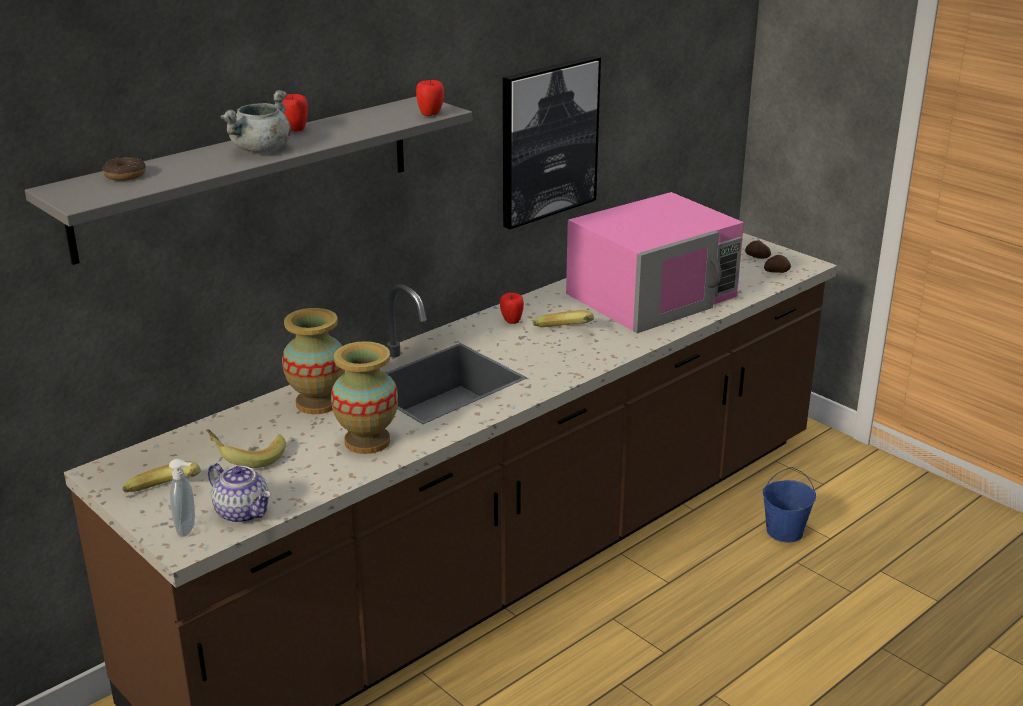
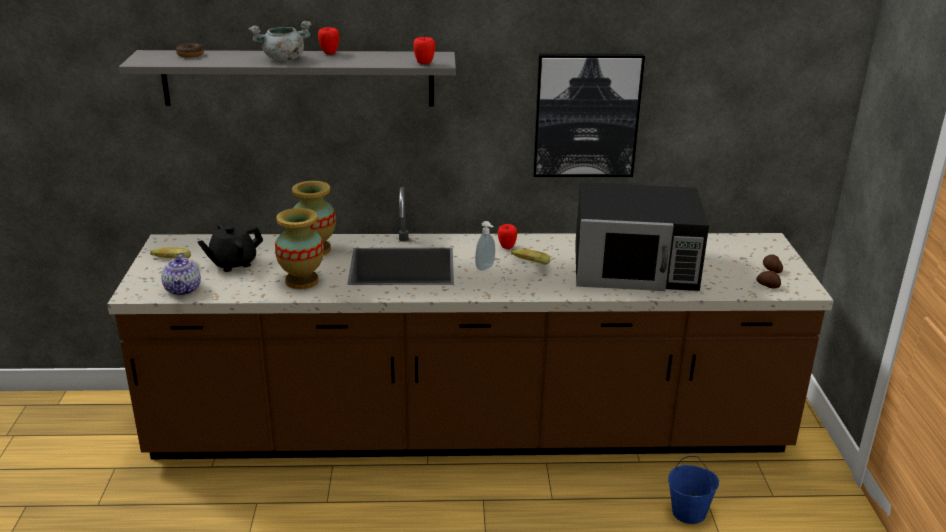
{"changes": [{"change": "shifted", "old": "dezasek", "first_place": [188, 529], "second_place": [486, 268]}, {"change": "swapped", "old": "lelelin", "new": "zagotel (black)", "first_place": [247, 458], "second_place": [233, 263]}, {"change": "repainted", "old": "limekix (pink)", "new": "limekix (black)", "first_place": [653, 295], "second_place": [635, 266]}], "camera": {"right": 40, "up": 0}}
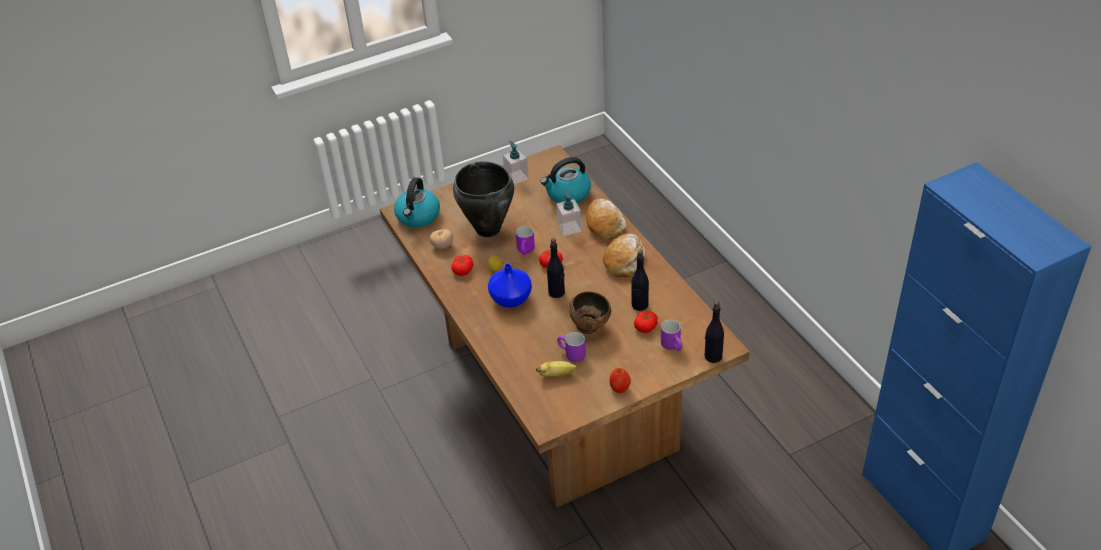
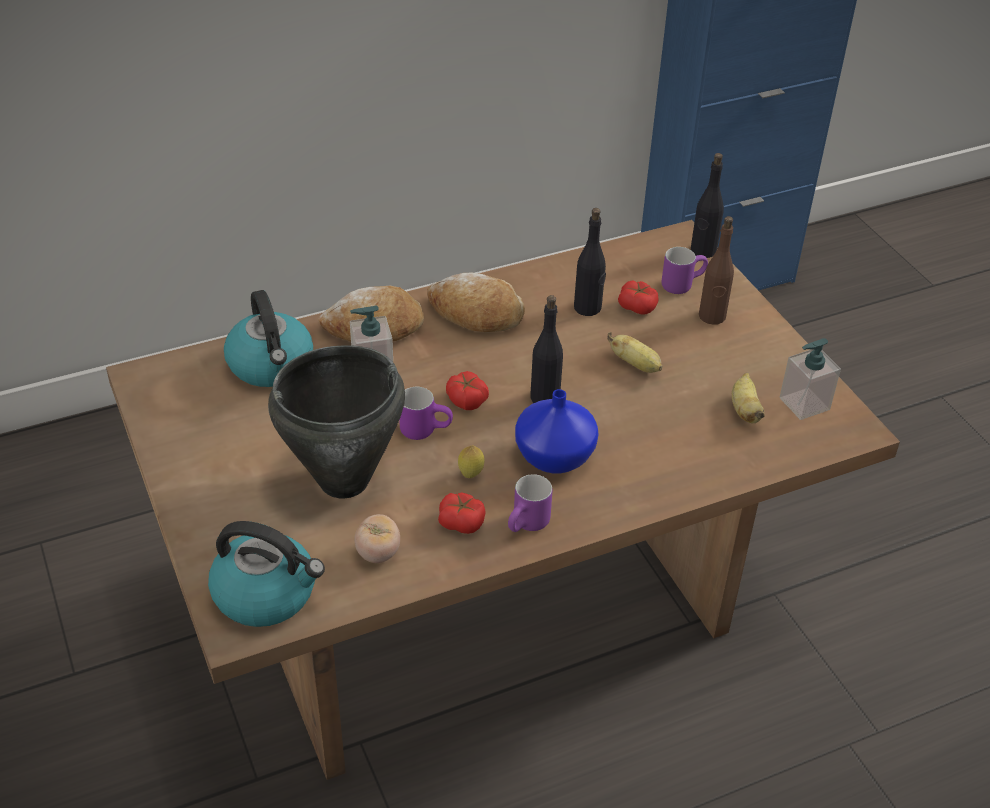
{"changes": [{"change": "gone", "old": "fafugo", "first_place": [619, 388]}, {"change": "new", "new": "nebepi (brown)", "second_place": [712, 316]}, {"change": "shifted", "old": "dezasek", "first_place": [516, 177], "second_place": [804, 404]}, {"change": "shifted", "old": "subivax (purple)", "first_place": [571, 355], "second_place": [528, 526]}, {"change": "swapped", "old": "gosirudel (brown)", "new": "lelelin", "first_place": [590, 327], "second_place": [636, 365]}], "camera": {"right": -90, "up": 0}}
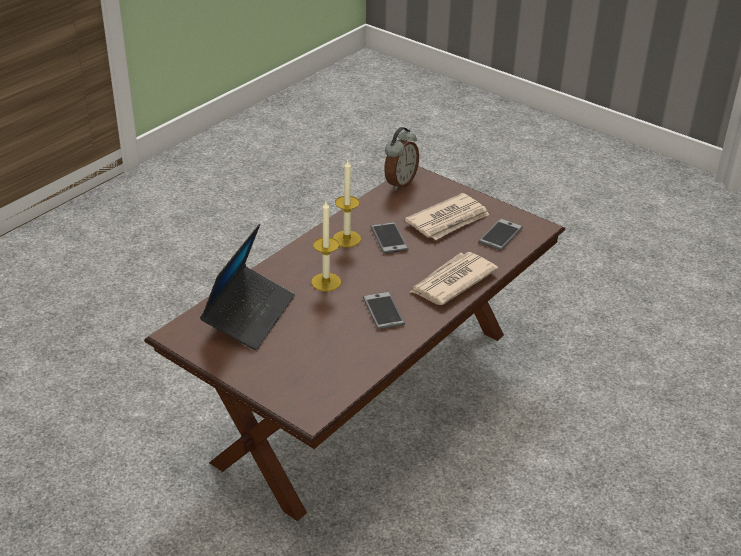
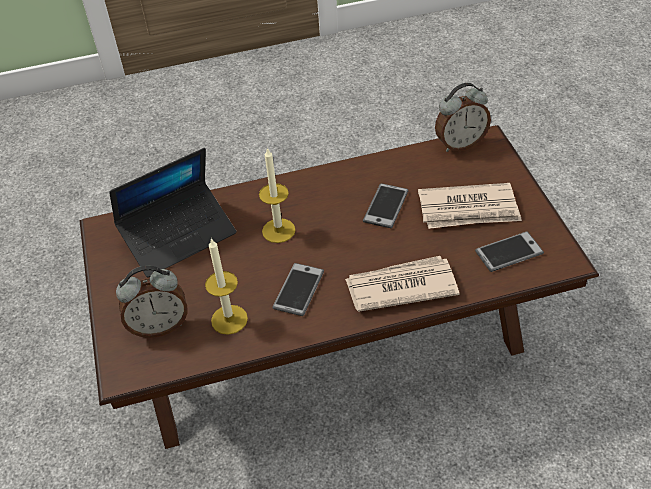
{"changes": [{"change": "new", "new": "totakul", "second_place": [159, 326]}, {"change": "shifted", "old": "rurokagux", "first_place": [347, 239], "second_place": [229, 319]}], "camera": {"right": 40, "up": 10}}
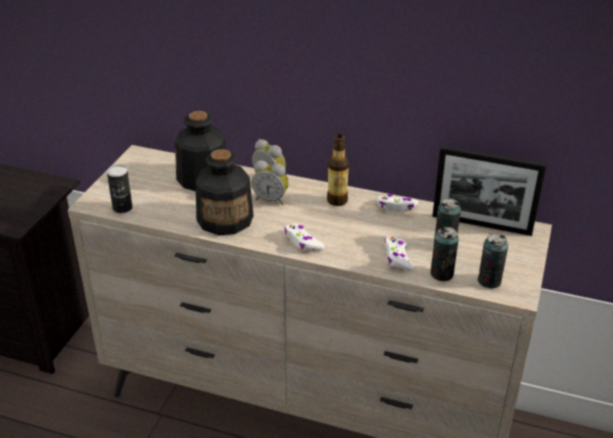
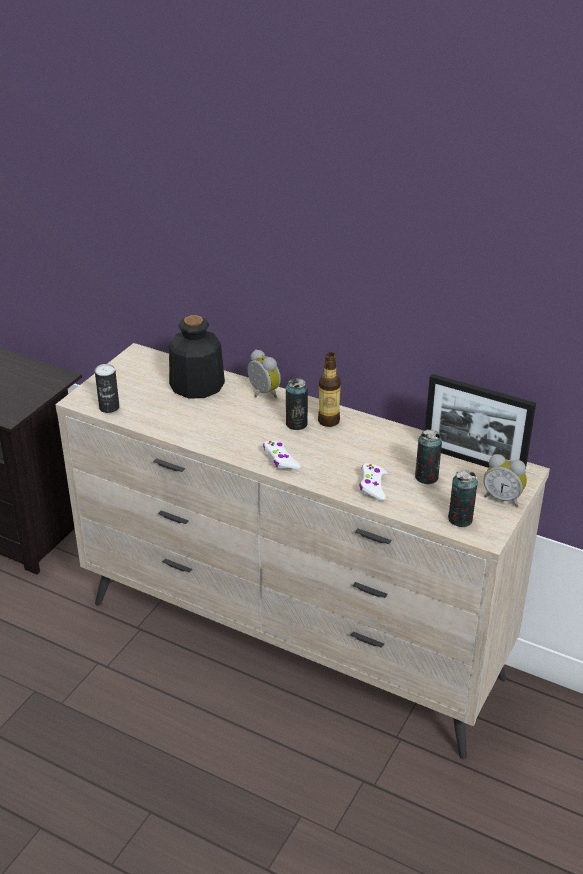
{"changes": [{"change": "gone", "old": "nebepi", "first_place": [225, 219]}, {"change": "gone", "old": "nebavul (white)", "first_place": [396, 207]}, {"change": "shifted", "old": "totakul", "first_place": [271, 199], "second_place": [503, 498]}, {"change": "shifted", "old": "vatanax", "first_place": [441, 274], "second_place": [296, 424]}], "camera": {"right": 10, "up": 0}}
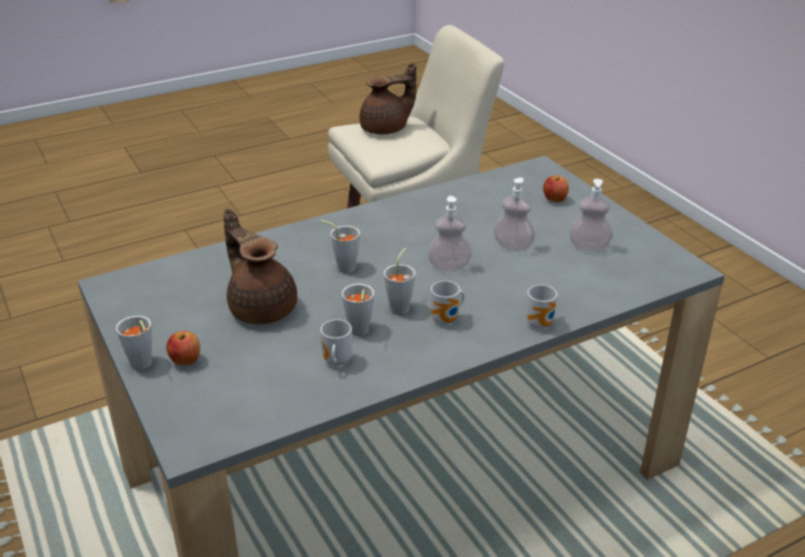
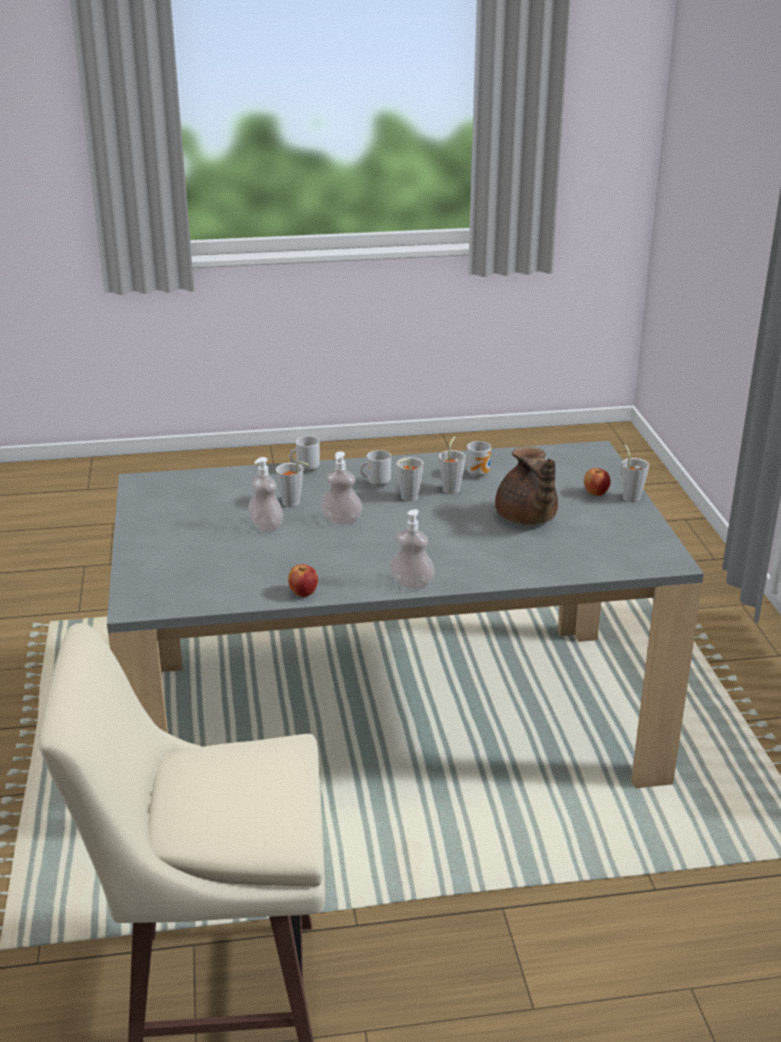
{"changes": [{"change": "gone", "old": "zagotel (brown)", "first_place": [386, 129]}, {"change": "shifted", "old": "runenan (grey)", "first_place": [342, 267], "second_place": [294, 504]}, {"change": "shifted", "old": "fafugo", "first_place": [554, 200], "second_place": [303, 593]}, {"change": "shifted", "old": "dezasek", "first_place": [589, 246], "second_place": [412, 584]}], "camera": {"right": -160, "up": -5}}
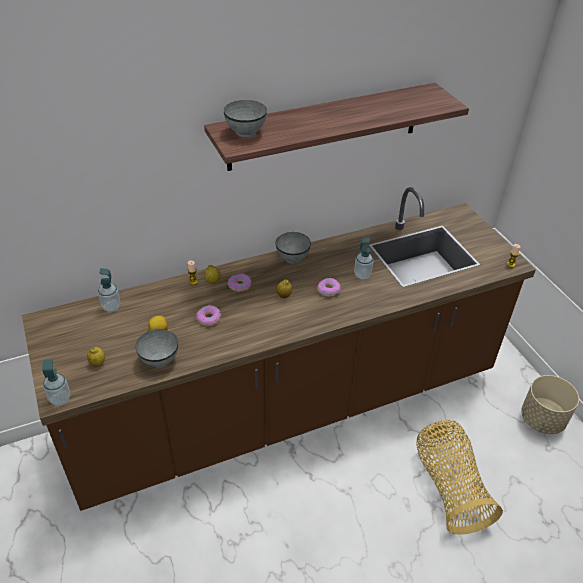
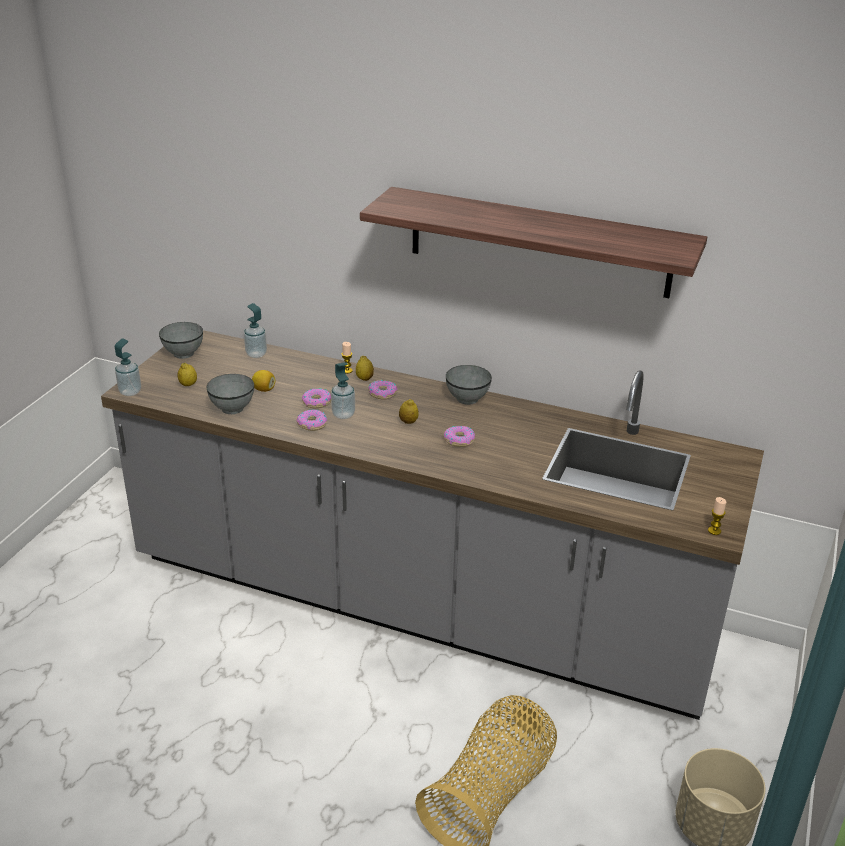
{"changes": [{"change": "new", "new": "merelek", "second_place": [312, 424]}, {"change": "shifted", "old": "gosirudel (grey)", "first_place": [246, 132], "second_place": [184, 353]}, {"change": "shifted", "old": "dezasek", "first_place": [362, 275], "second_place": [343, 414]}, {"change": "repainted", "old": "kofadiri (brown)", "new": "kofadiri (grey)", "first_place": [288, 407], "second_place": [418, 604]}], "camera": {"right": 45, "up": -10}}
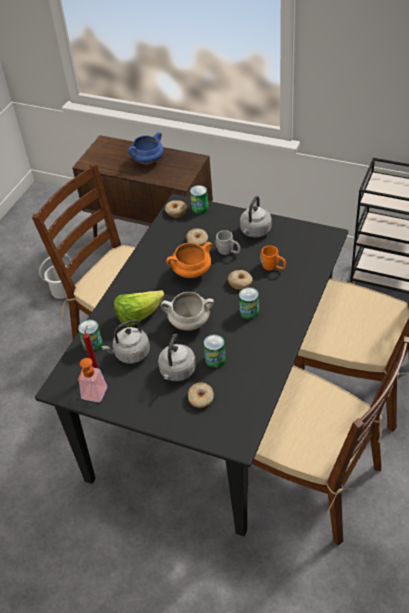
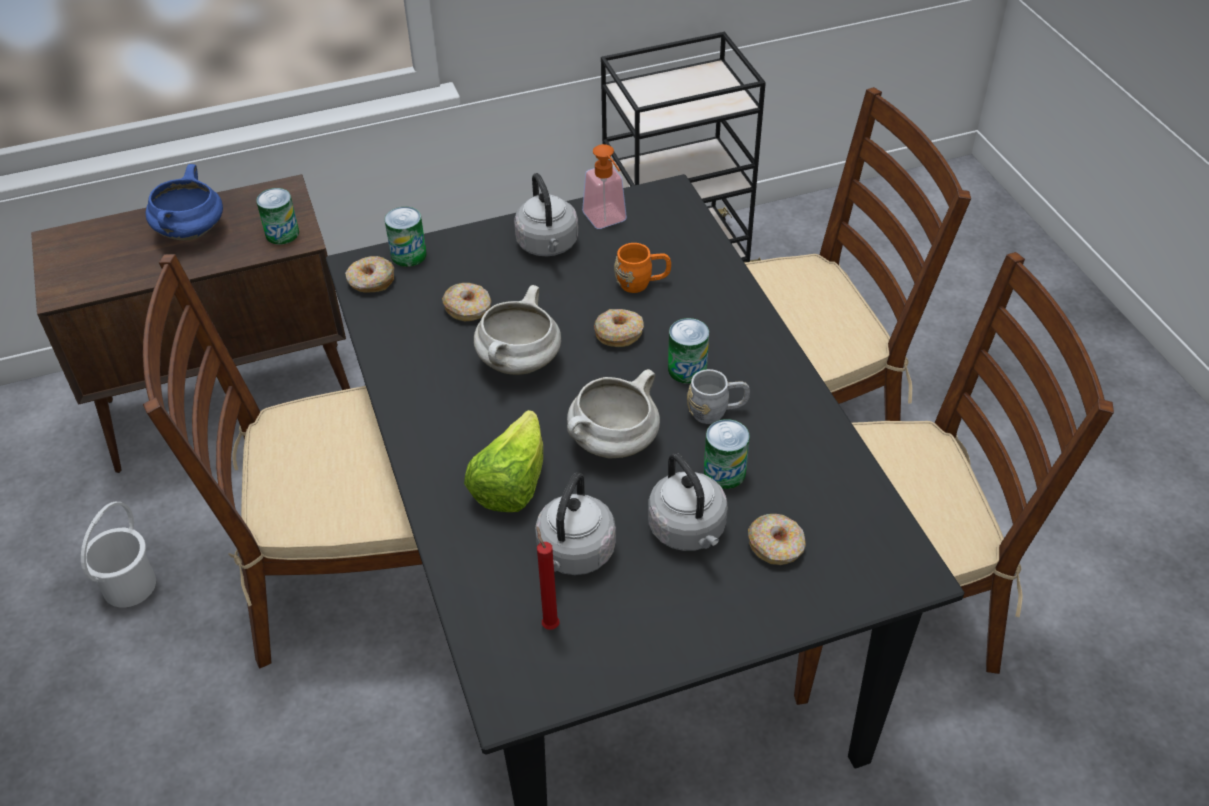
{"changes": [{"change": "shifted", "old": "vatanax", "first_place": [92, 344], "second_place": [282, 233]}, {"change": "shifted", "old": "dezasek", "first_place": [92, 397], "second_place": [608, 221]}, {"change": "shifted", "old": "subivax (grey)", "first_place": [228, 251], "second_place": [717, 412]}, {"change": "repainted", "old": "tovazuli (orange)", "new": "tovazuli (white)", "first_place": [191, 273], "second_place": [519, 363]}], "camera": {"right": -45, "up": 0}}
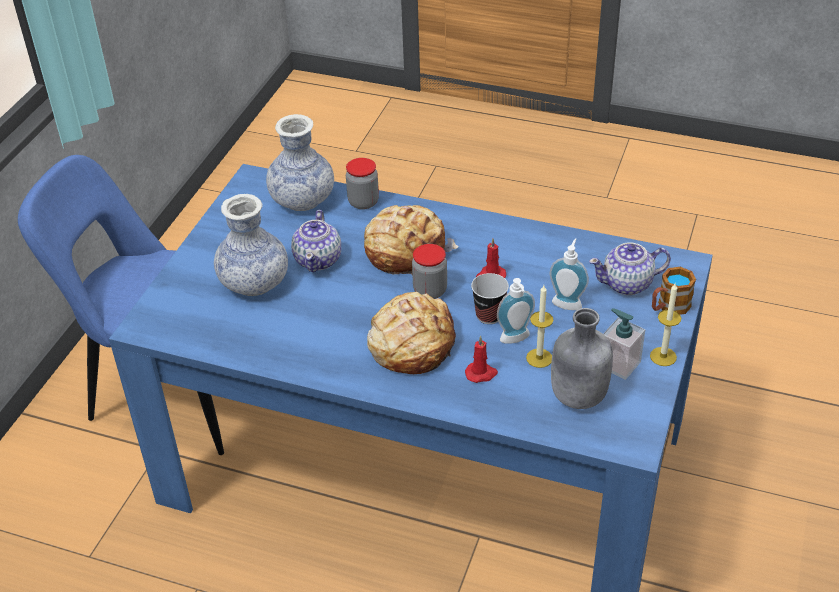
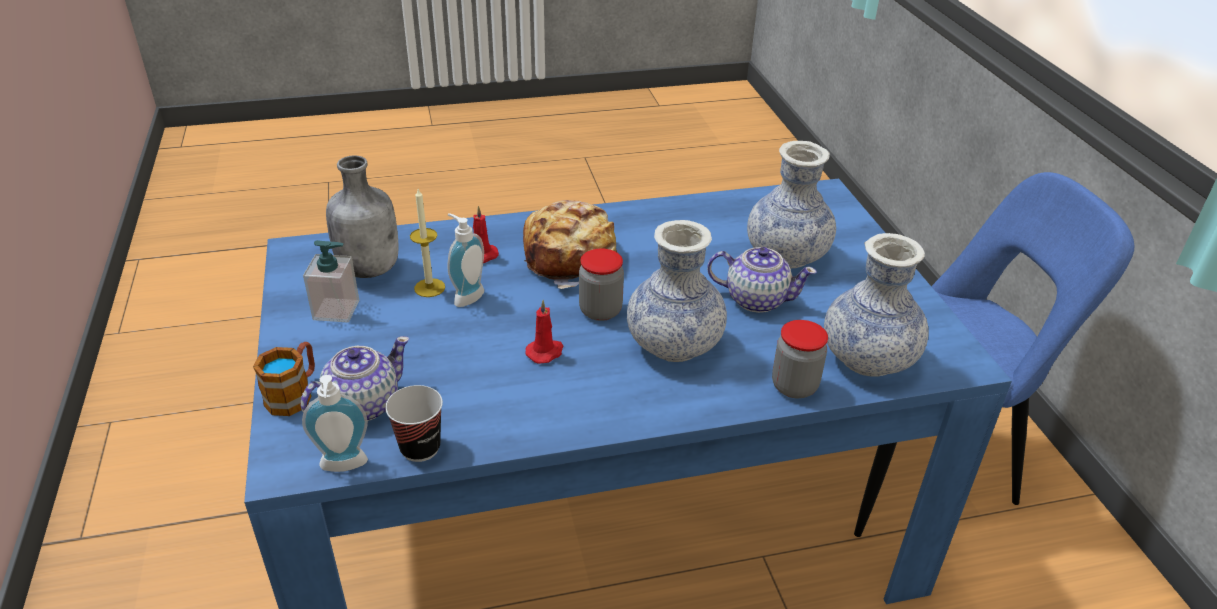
{"changes": [{"change": "gone", "old": "rurokagux", "first_place": [663, 356]}, {"change": "shifted", "old": "runenan", "first_place": [489, 315], "second_place": [420, 448]}, {"change": "shifted", "old": "dezasek", "first_place": [567, 302], "second_place": [343, 467]}, {"change": "swapped", "old": "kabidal", "new": "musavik", "first_place": [405, 250], "second_place": [674, 345]}, {"change": "rotated", "old": "zagotel", "first_place": [318, 259], "second_place": [755, 299], "degrees": 135}], "camera": {"right": 145, "up": -5}}
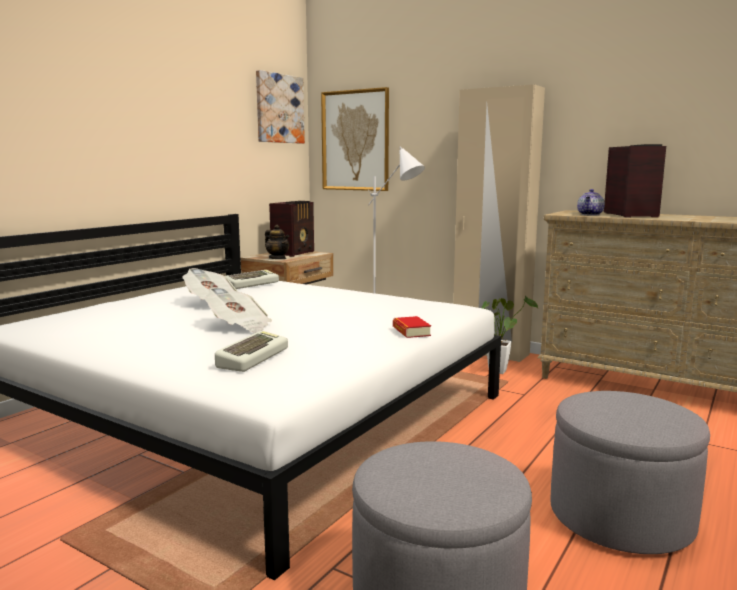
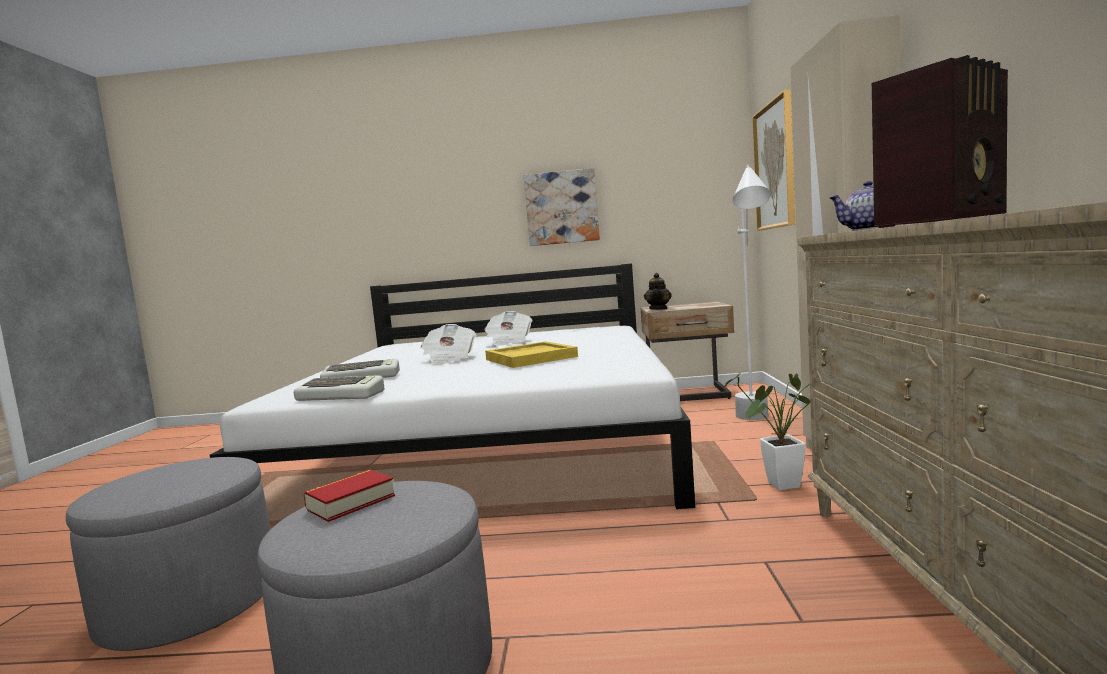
{"changes": [{"change": "gone", "old": "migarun", "first_place": [294, 253]}, {"change": "new", "new": "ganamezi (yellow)", "second_place": [531, 358]}, {"change": "shifted", "old": "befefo", "first_place": [251, 284], "second_place": [342, 395]}, {"change": "shifted", "old": "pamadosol", "first_place": [279, 108], "second_place": [561, 207]}, {"change": "shifted", "old": "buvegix", "first_place": [411, 331], "second_place": [351, 502]}], "camera": {"right": 60, "up": -5}}
